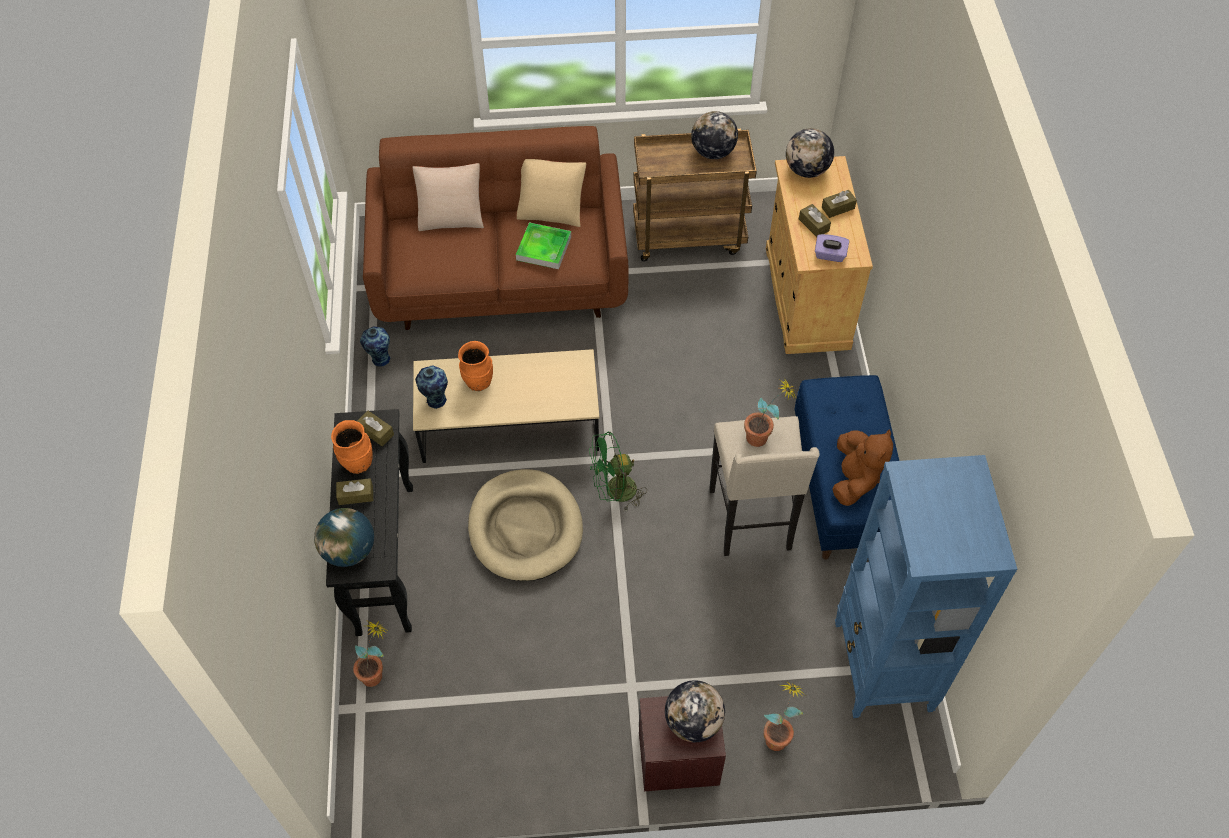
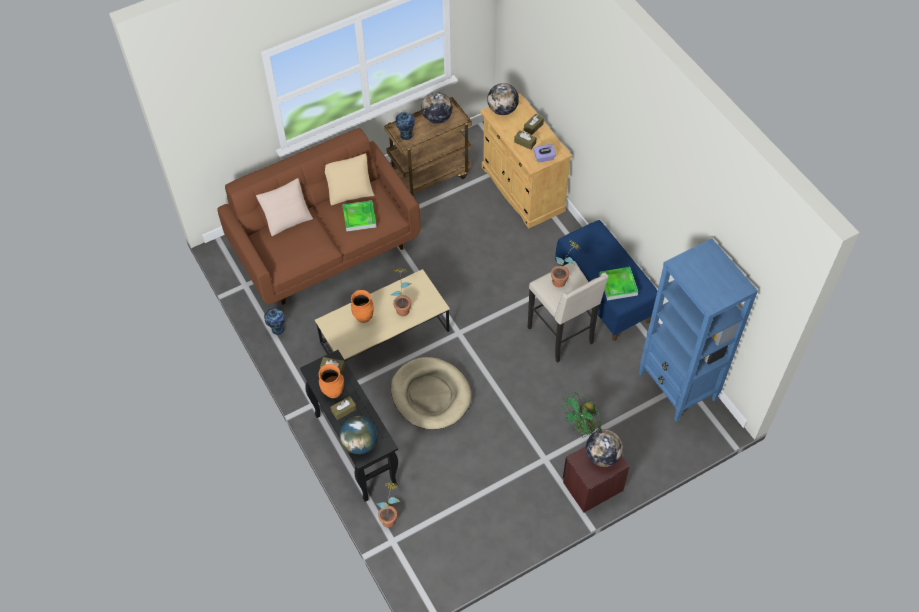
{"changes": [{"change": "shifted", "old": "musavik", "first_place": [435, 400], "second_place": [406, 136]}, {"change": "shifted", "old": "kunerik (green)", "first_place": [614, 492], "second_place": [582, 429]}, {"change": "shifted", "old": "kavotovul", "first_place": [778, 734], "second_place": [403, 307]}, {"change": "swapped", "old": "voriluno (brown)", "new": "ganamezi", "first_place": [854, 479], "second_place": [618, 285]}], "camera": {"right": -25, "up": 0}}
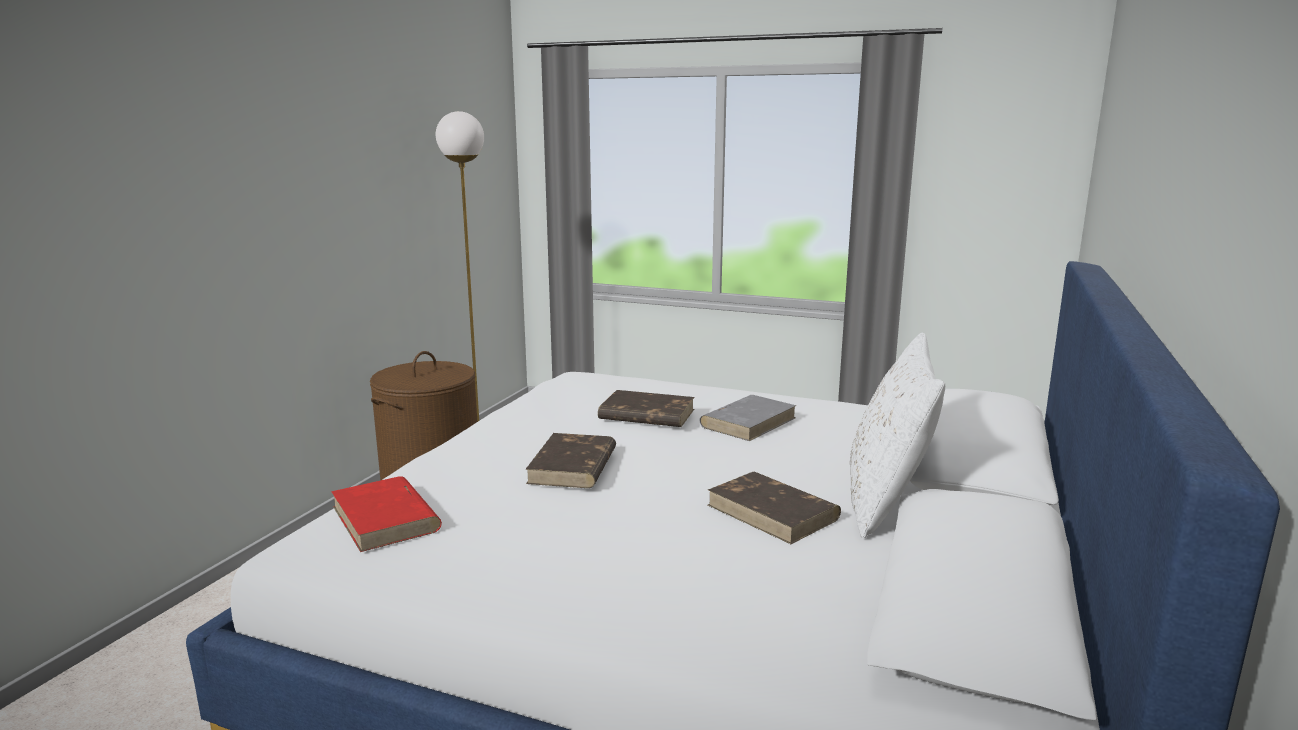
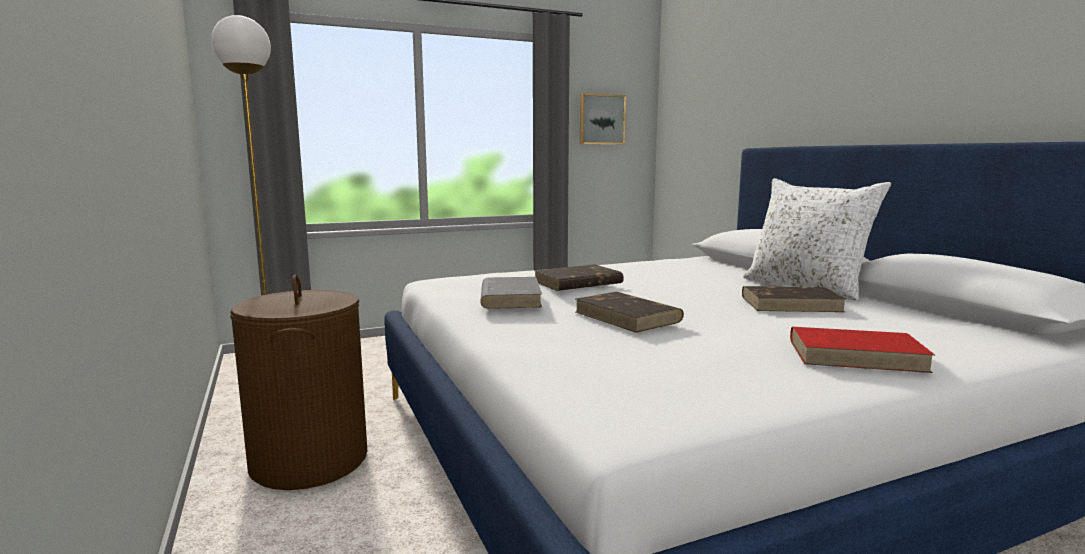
{"changes": [{"change": "new", "new": "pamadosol", "second_place": [601, 119]}, {"change": "shifted", "old": "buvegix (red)", "first_place": [386, 519], "second_place": [856, 355]}, {"change": "shifted", "old": "buvegix (grey)", "first_place": [748, 422], "second_place": [510, 297]}], "camera": {"right": -45, "up": -5}}
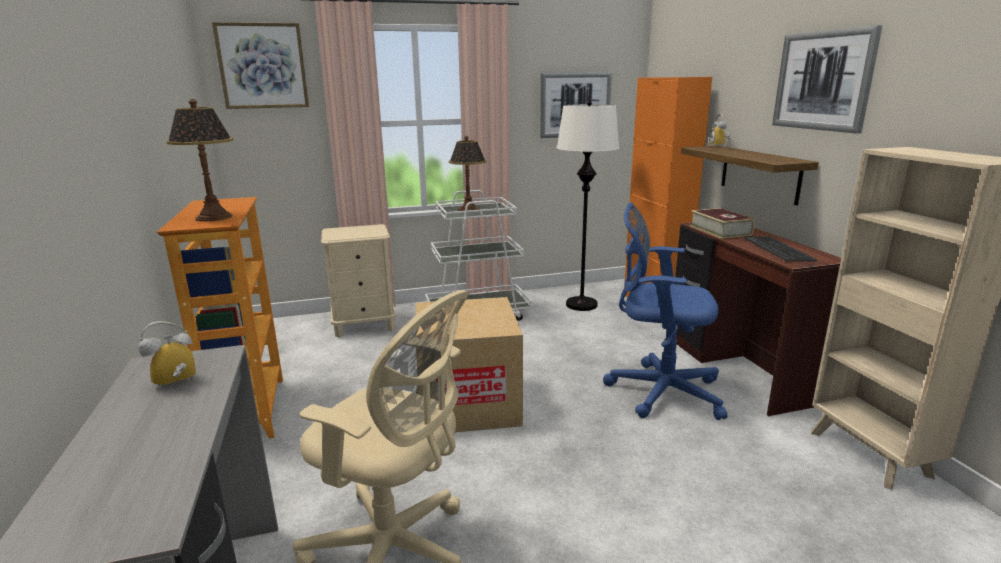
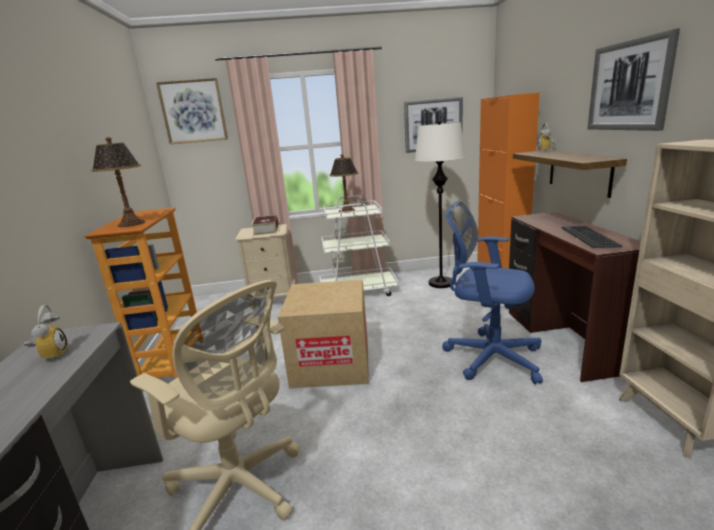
{"changes": [{"change": "shifted", "old": "buvegix", "first_place": [720, 230], "second_place": [266, 230]}, {"change": "rotated", "old": "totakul", "first_place": [176, 385], "second_place": [51, 355], "degrees": 105}], "camera": {"right": 10, "up": 0}}
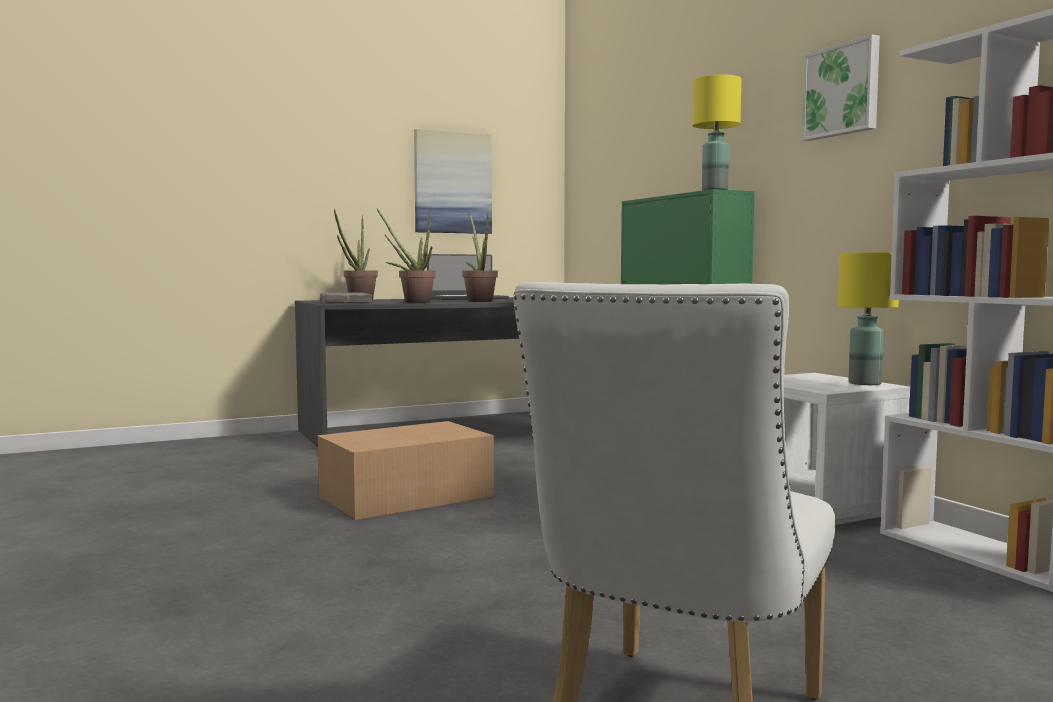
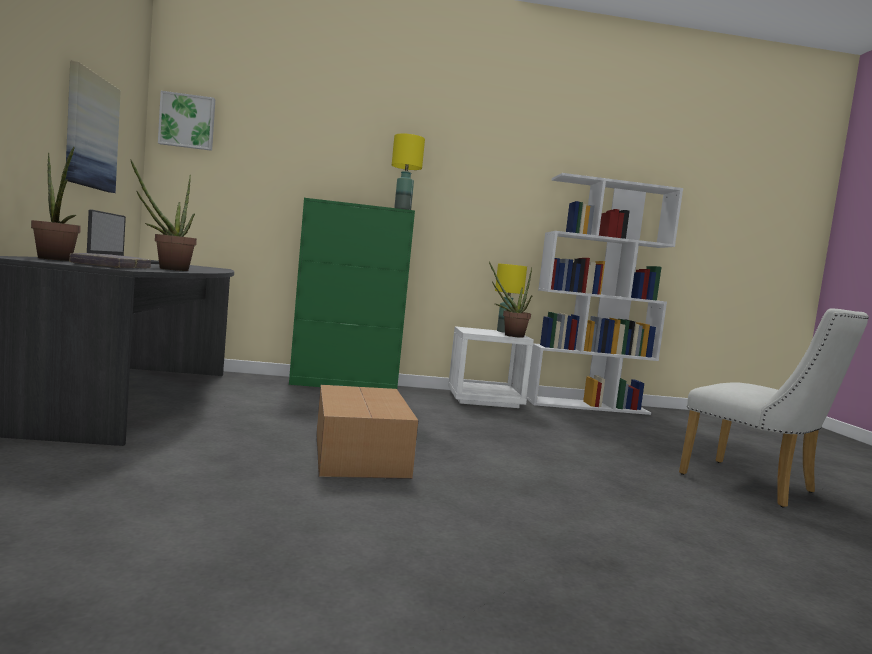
{"changes": [{"change": "shifted", "old": "kavotovul", "first_place": [478, 301], "second_place": [509, 335]}, {"change": "shifted", "old": "pamadosol", "first_place": [842, 90], "second_place": [187, 121]}], "camera": {"right": -70, "up": 0}}
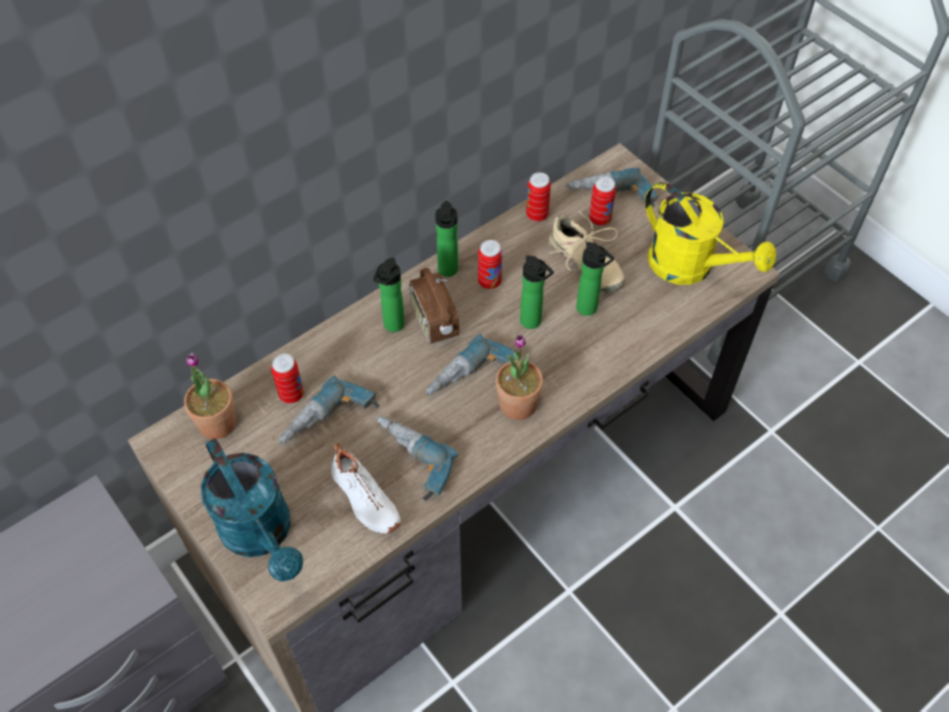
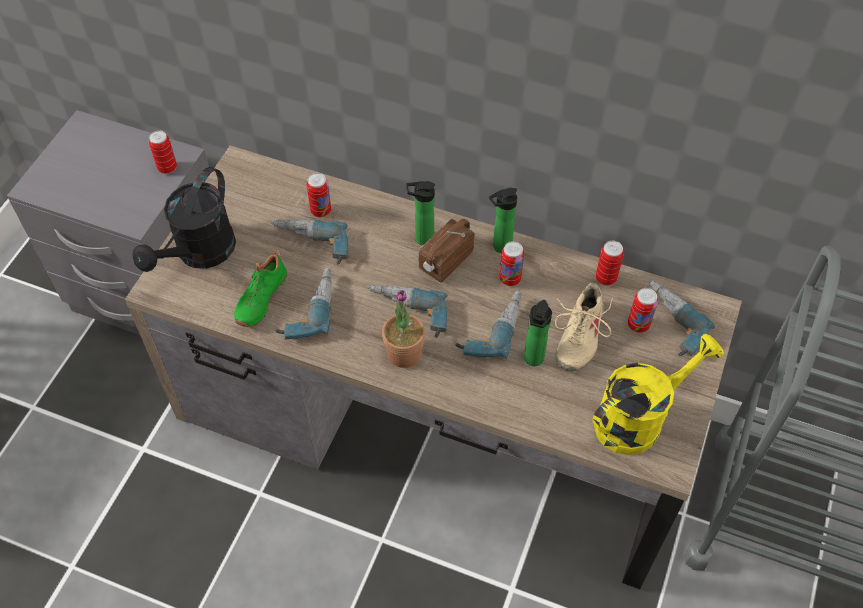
{"changes": [{"change": "gone", "old": "kavotovul", "first_place": [217, 423]}, {"change": "new", "new": "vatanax", "second_place": [167, 168]}, {"change": "swapped", "old": "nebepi", "new": "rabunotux", "first_place": [533, 323], "second_place": [490, 327]}, {"change": "repainted", "old": "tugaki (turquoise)", "new": "tugaki (black)", "first_place": [262, 534], "second_place": [199, 254]}, {"change": "repainted", "old": "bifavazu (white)", "new": "bifavazu (green)", "first_place": [364, 500], "second_place": [260, 298]}, {"change": "rotated", "old": "tugaki (yellow)", "first_place": [691, 267], "second_place": [638, 418], "degrees": -135}], "camera": {"right": 60, "up": 0}}
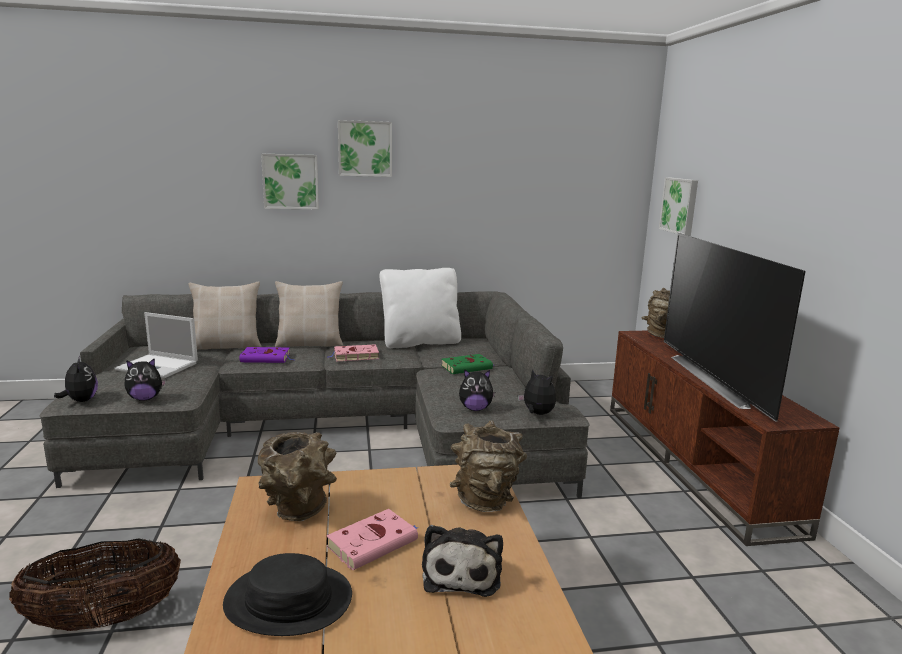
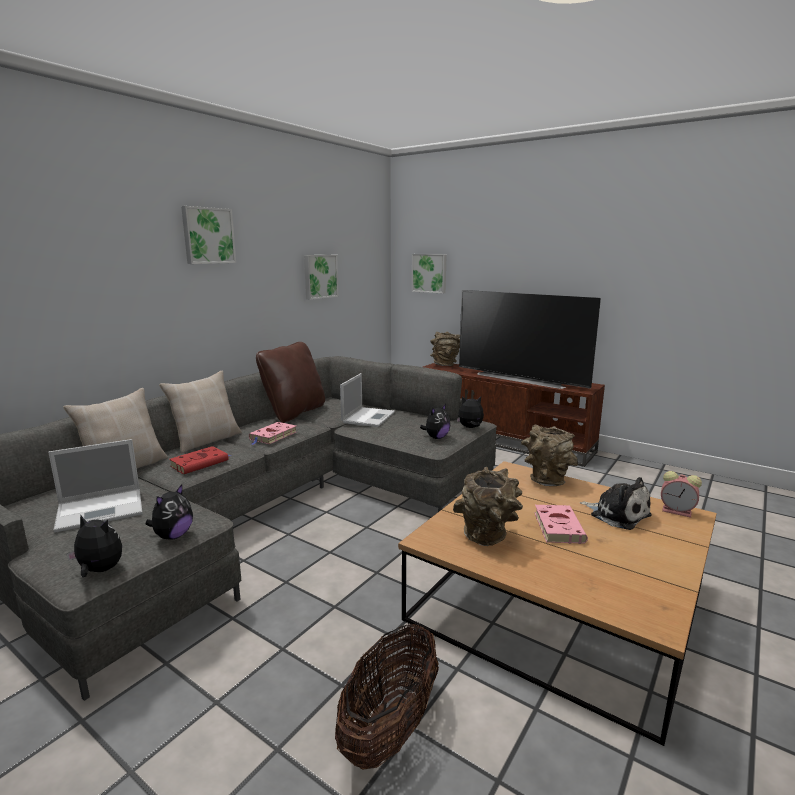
{"changes": [{"change": "gone", "old": "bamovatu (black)", "first_place": [288, 600]}, {"change": "new", "new": "totakul", "second_place": [678, 511]}, {"change": "shifted", "old": "pamadosol", "first_place": [290, 181], "second_place": [320, 276]}, {"change": "swapped", "old": "buvegix (green)", "new": "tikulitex", "first_place": [468, 367], "second_place": [369, 417]}, {"change": "repainted", "old": "buvegix (purple)", "new": "buvegix (red)", "first_place": [267, 358], "second_place": [201, 463]}, {"change": "repainted", "old": "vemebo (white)", "new": "vemebo (brown)", "first_place": [420, 342], "second_place": [294, 412]}], "camera": {"right": -45, "up": 0}}
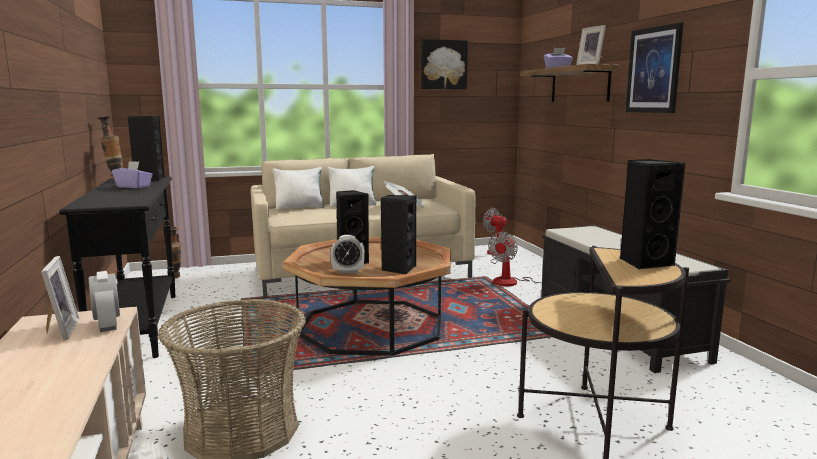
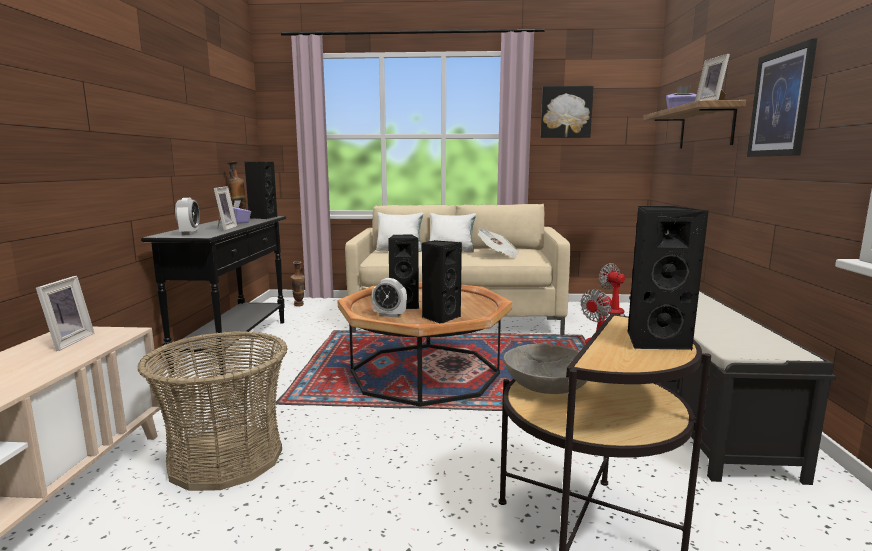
{"changes": [{"change": "new", "new": "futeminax", "second_place": [224, 228]}, {"change": "new", "new": "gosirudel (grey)", "second_place": [546, 385]}, {"change": "shifted", "old": "totakul", "first_place": [107, 326], "second_place": [189, 233]}], "camera": {"right": 20, "up": 0}}
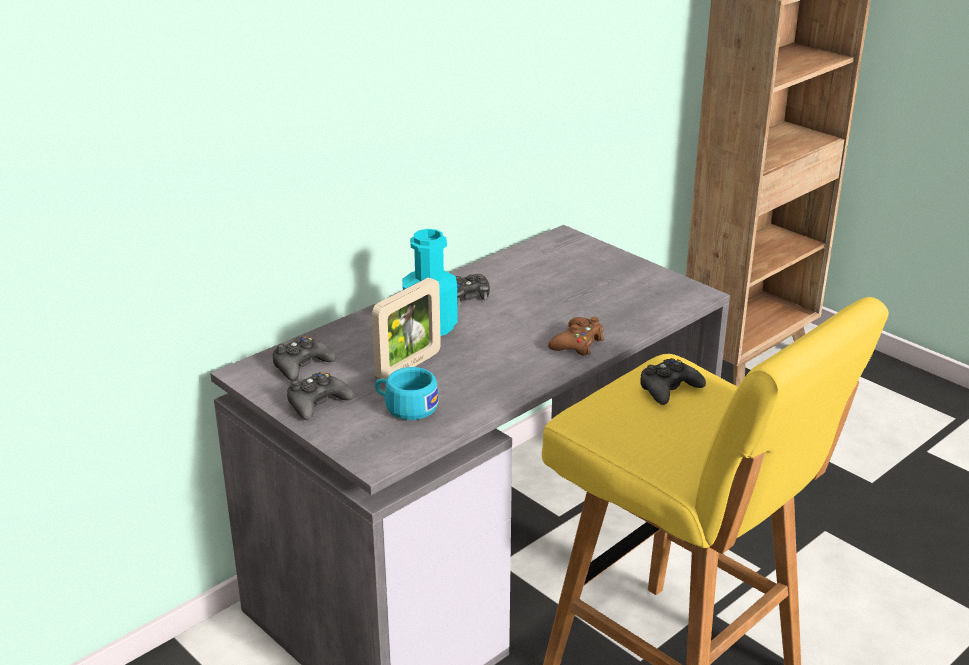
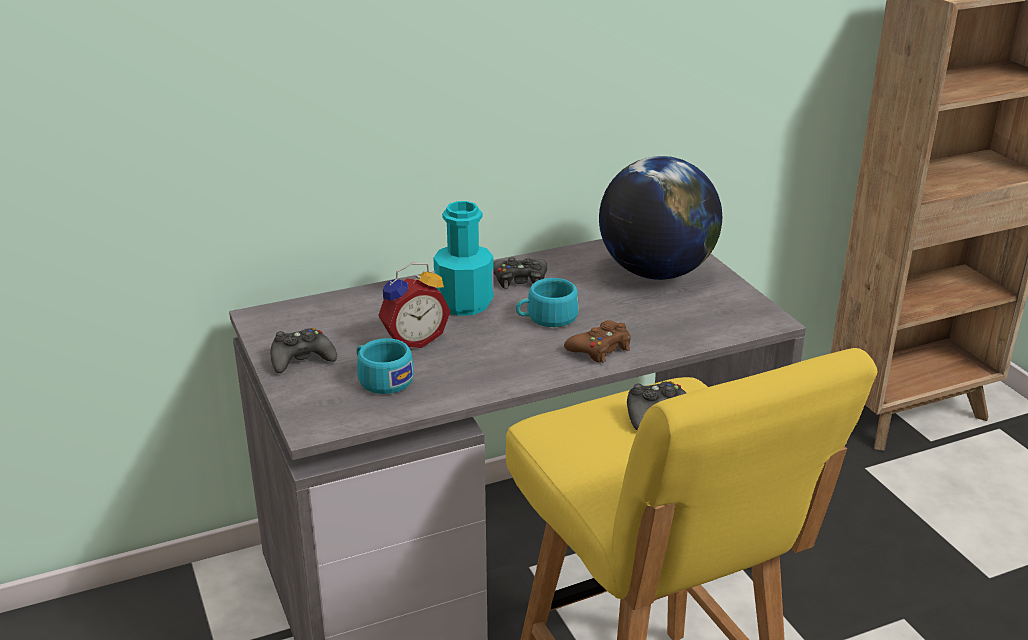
{"changes": [{"change": "gone", "old": "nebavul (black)", "first_place": [301, 366]}, {"change": "new", "new": "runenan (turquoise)", "second_place": [546, 318]}, {"change": "new", "new": "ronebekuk", "second_place": [656, 272]}, {"change": "swapped", "old": "futeminax", "new": "totakul", "first_place": [408, 366], "second_place": [413, 339]}], "camera": {"right": 20, "up": 0}}
